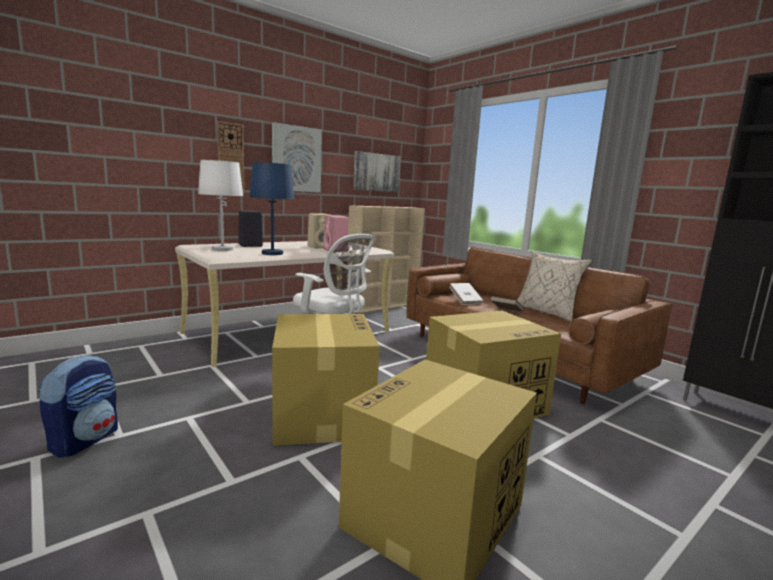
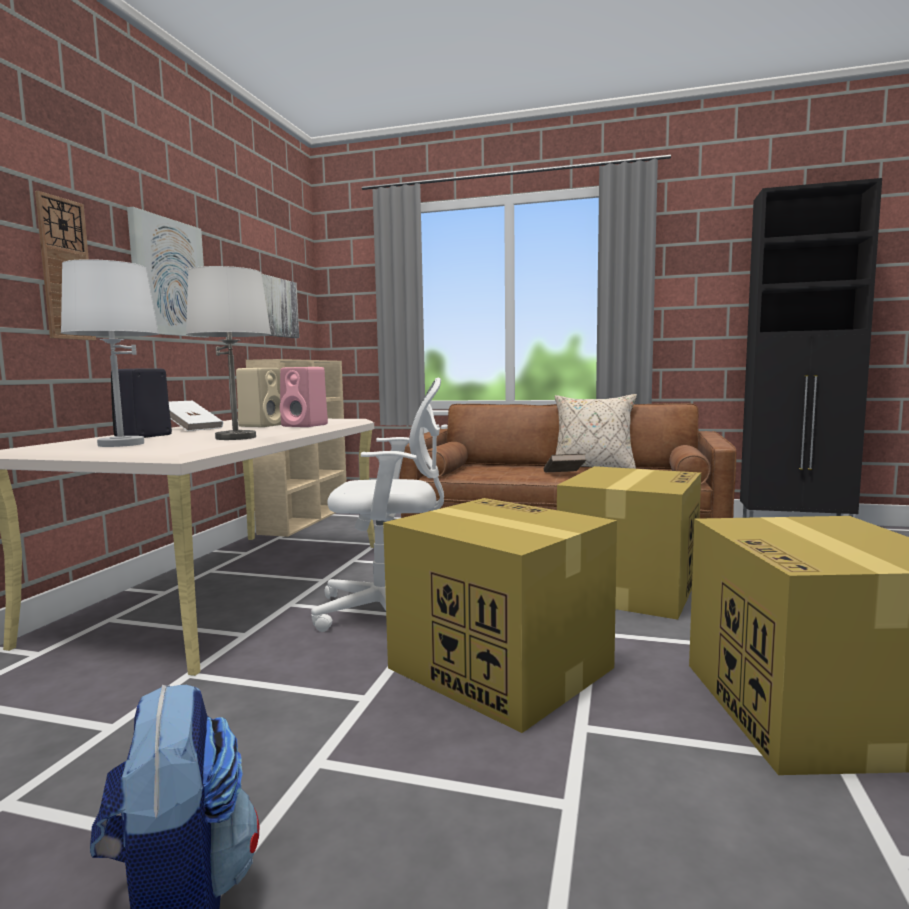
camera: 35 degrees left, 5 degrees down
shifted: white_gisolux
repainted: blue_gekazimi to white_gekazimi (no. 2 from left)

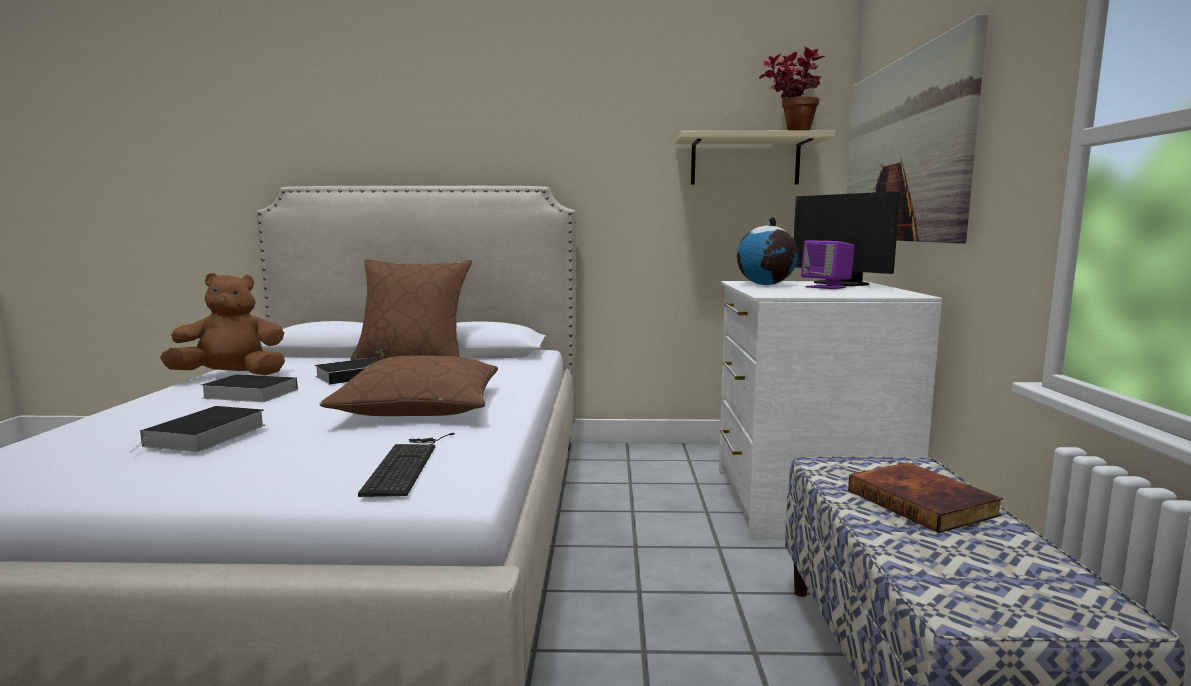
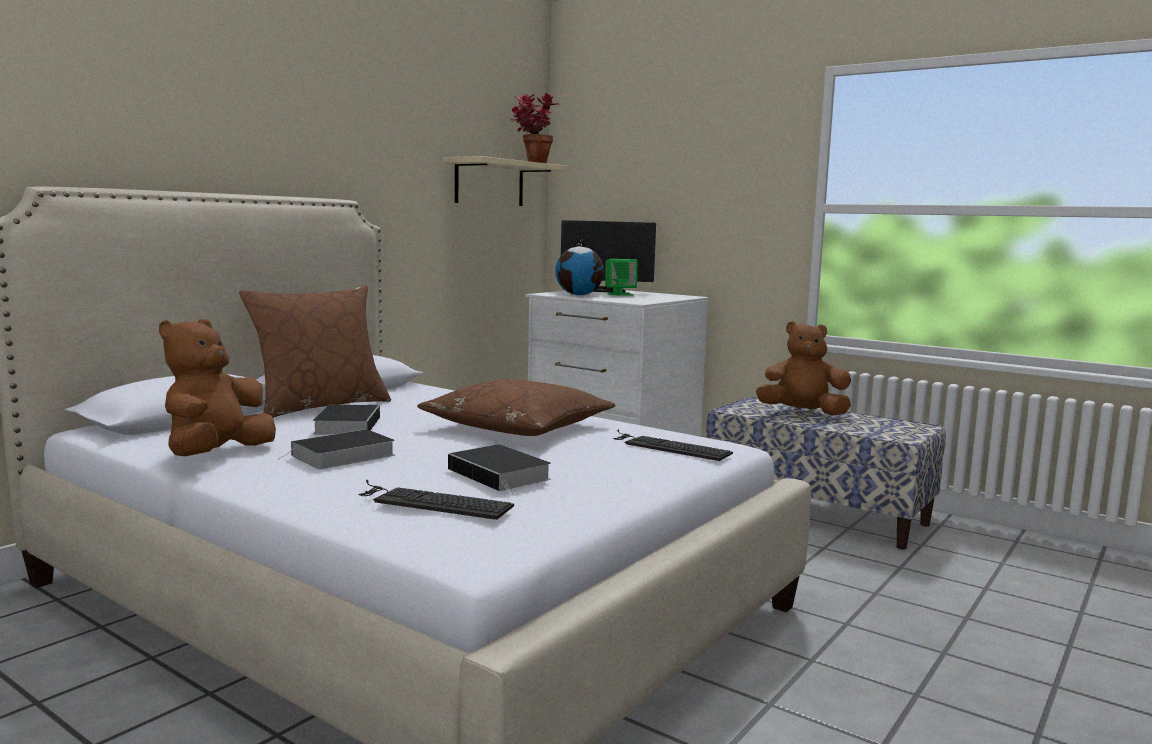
camera: 55 degrees left, 0 degrees up
gone: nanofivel
new: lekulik (no. 1 from left)
swapped: gisolux (no. 4 from left) to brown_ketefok (no. 2 from left)
repainted: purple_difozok to green_difozok

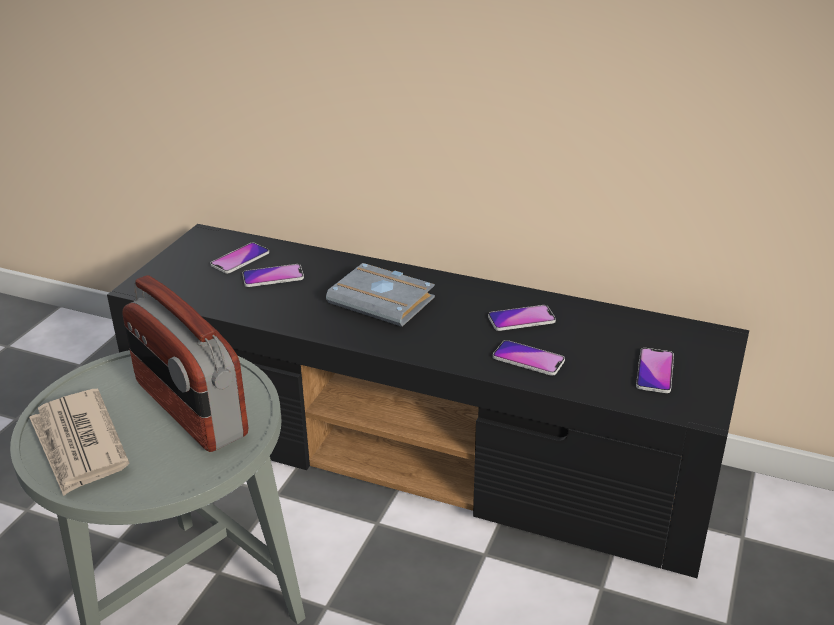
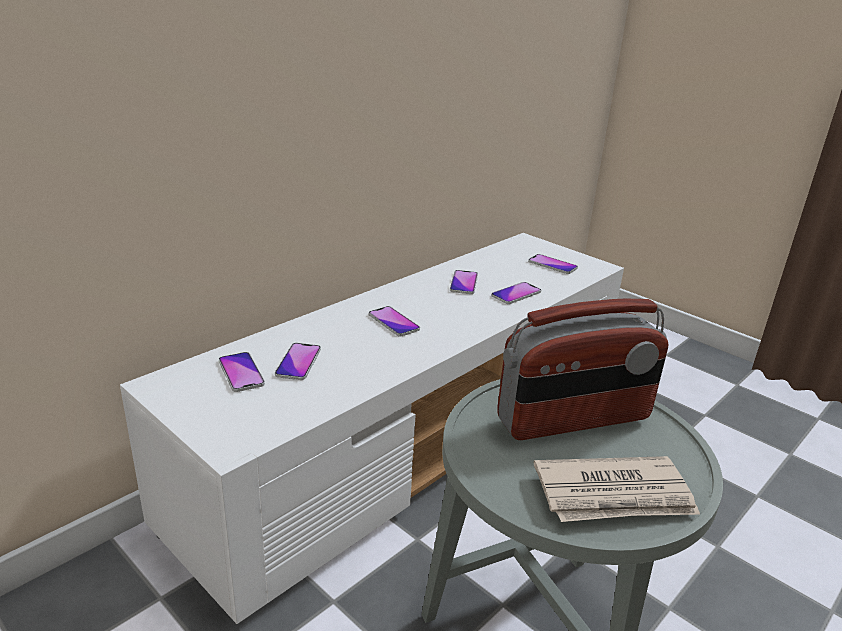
camera: 70 degrees left, 5 degrees down
swapped: grey_gisolux to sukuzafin (no. 3 from left)
repainted: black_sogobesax to white_sogobesax

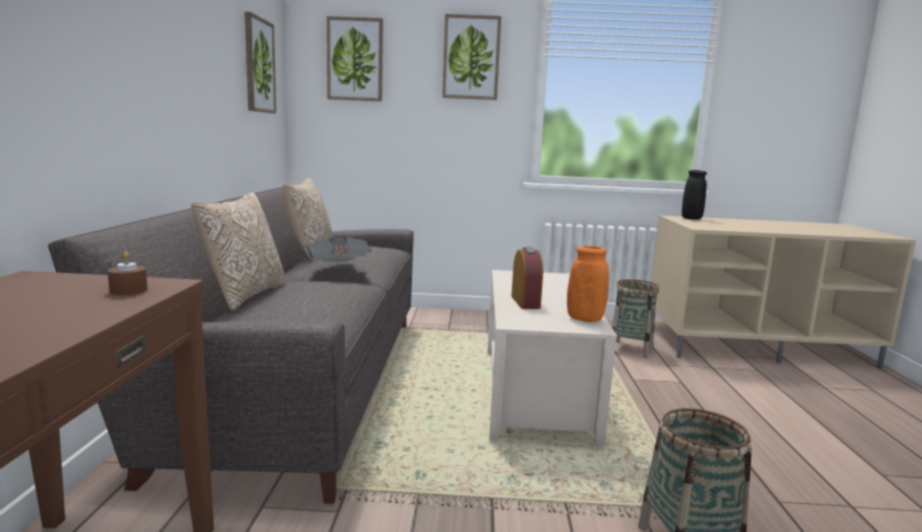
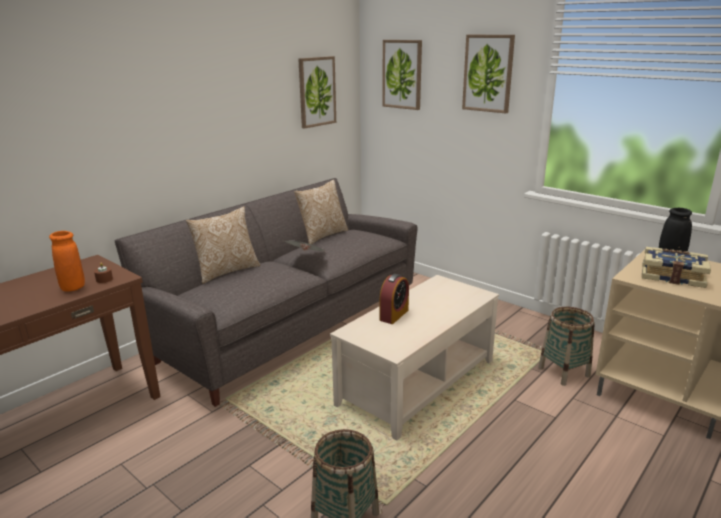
camera: 40 degrees right, 10 degrees up
new: gisolux
shifted: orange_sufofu

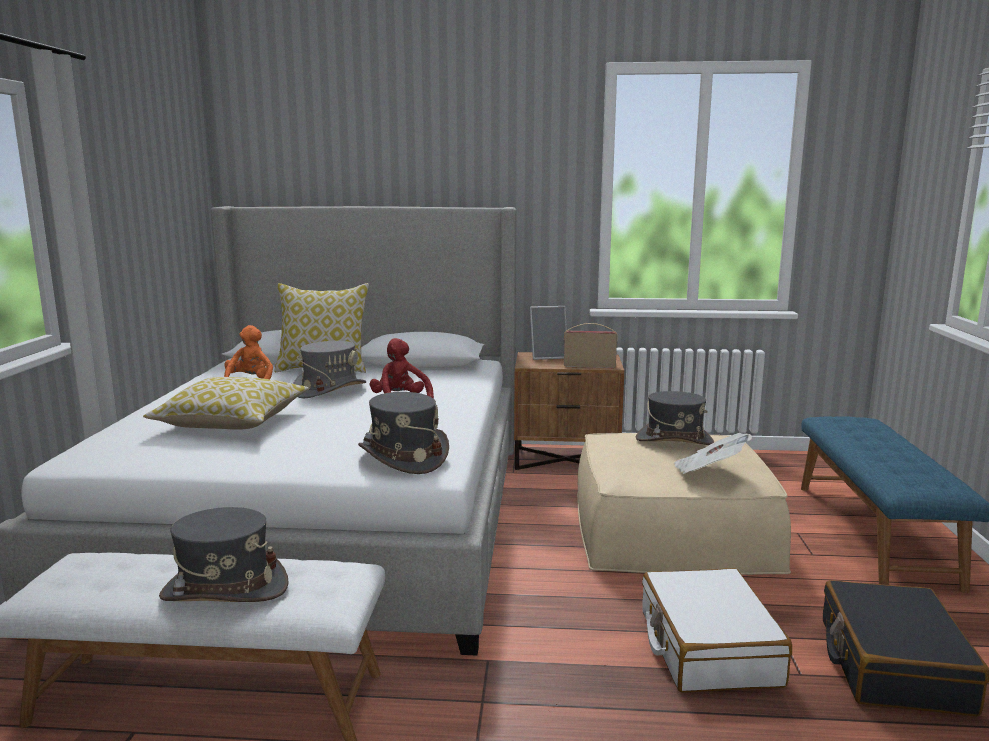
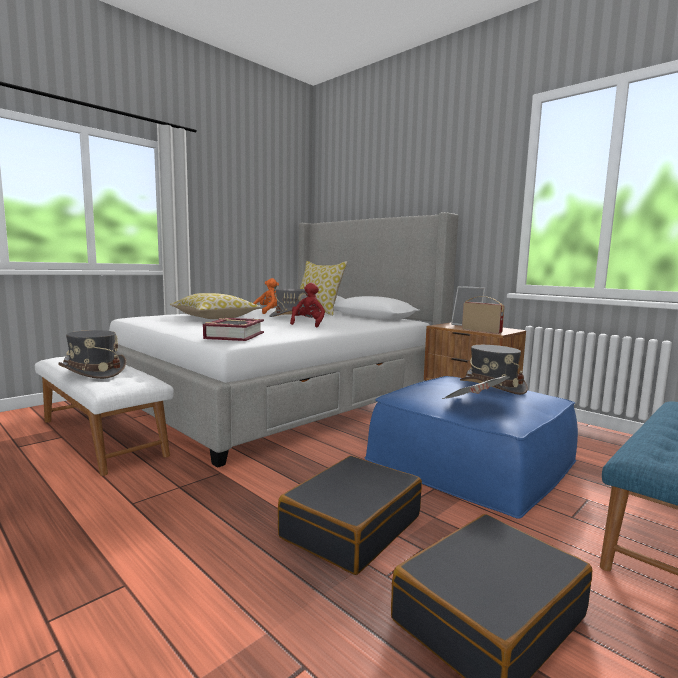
camera: 40 degrees right, 5 degrees down
swapped: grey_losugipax (no. 3 from left) to gisolux
repainted: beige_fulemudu to blue_fulemudu; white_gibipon to black_gibipon (no. 1 from left)

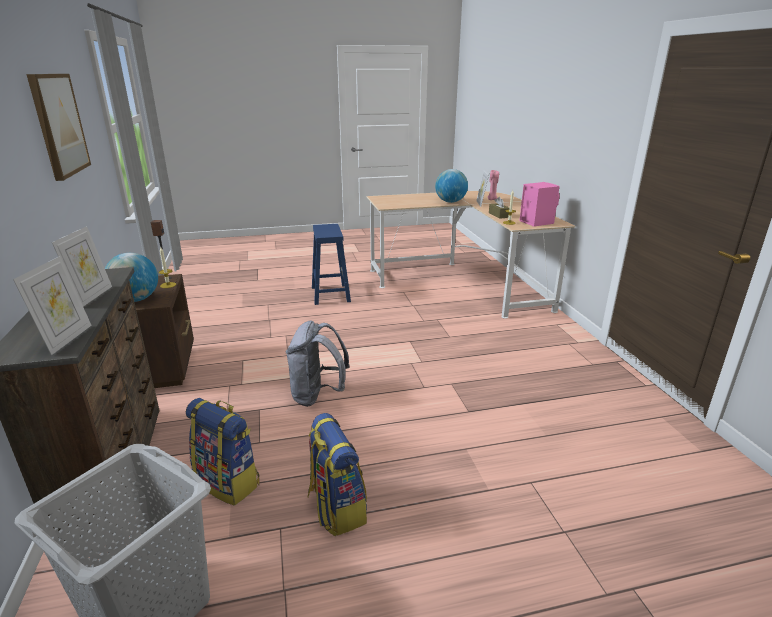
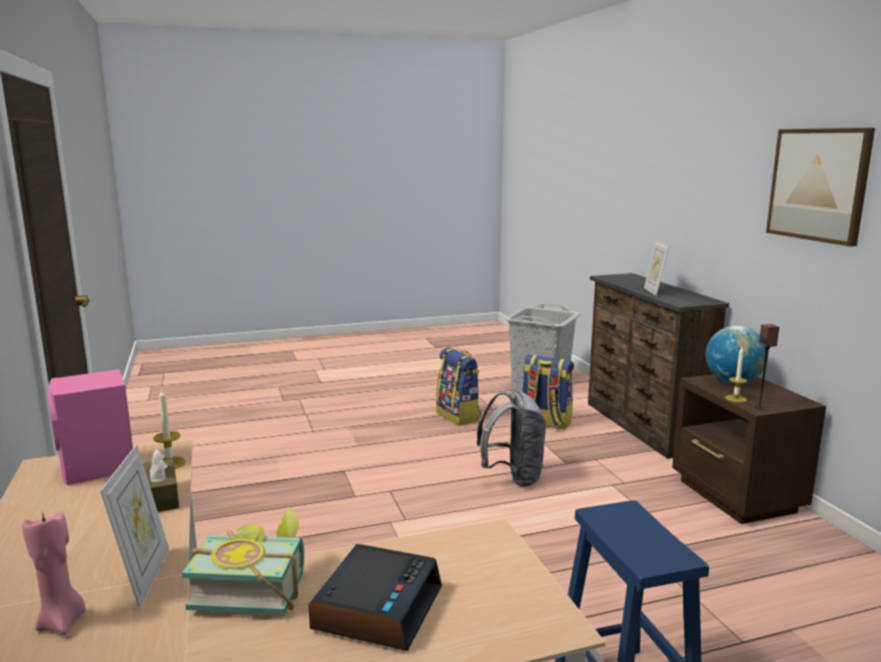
camera: 175 degrees right, 10 degrees down
gone: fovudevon (no. 1 from left)
new: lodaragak
swapped: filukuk (no. 2 from left) to gisolux

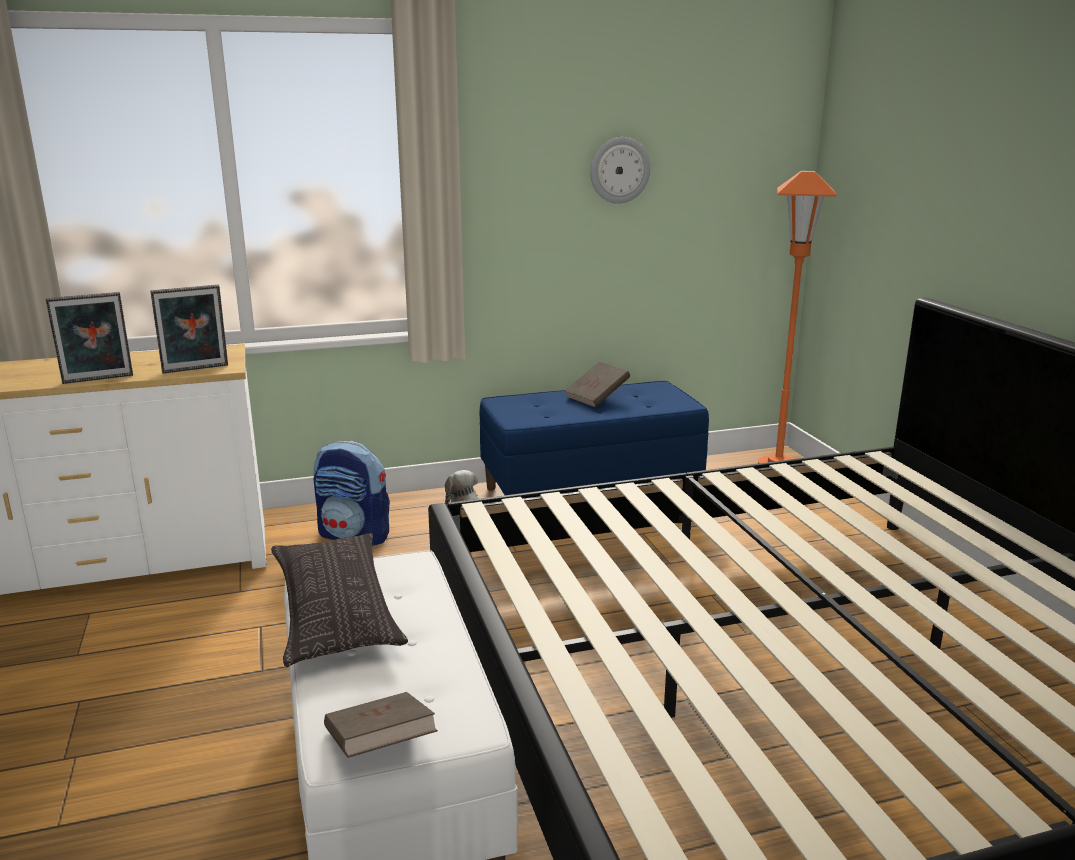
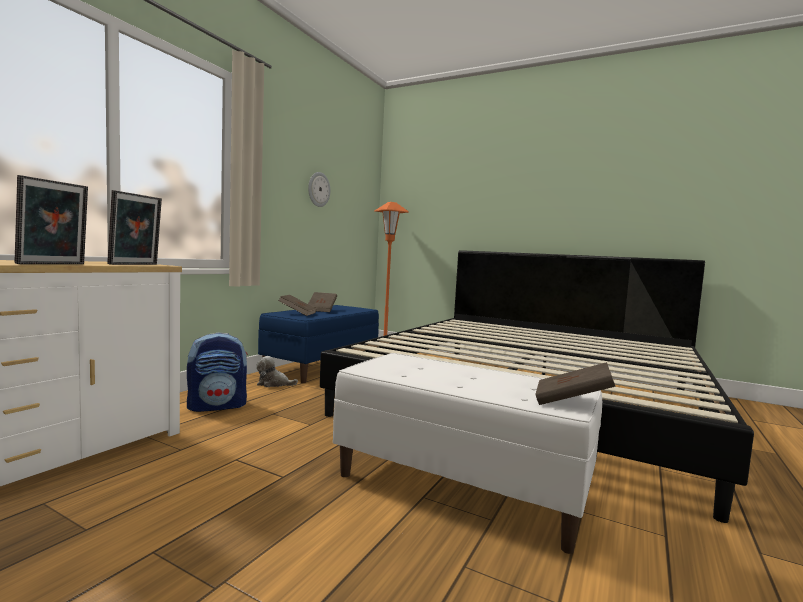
camera: 45 degrees left, 15 degrees down
gone: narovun
new: brown_gisolux (no. 1 from left)

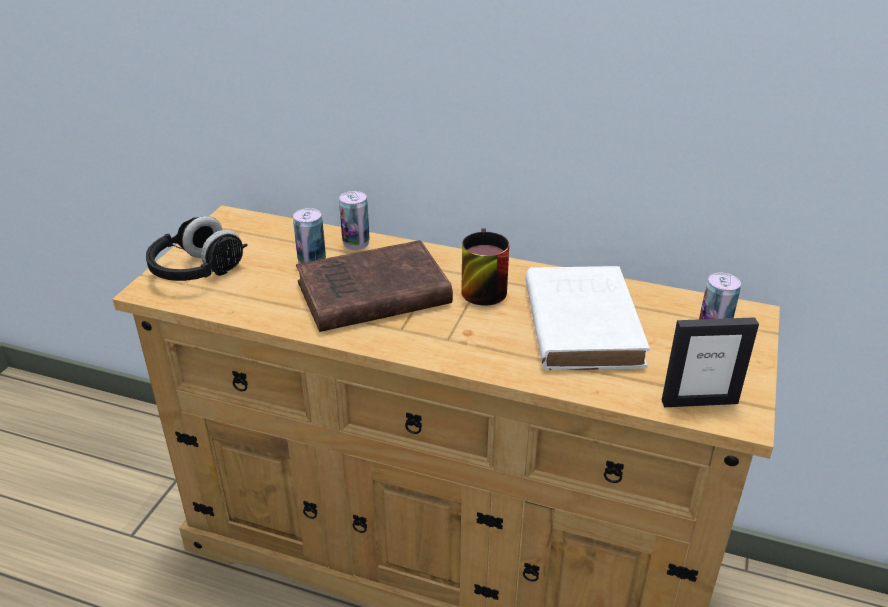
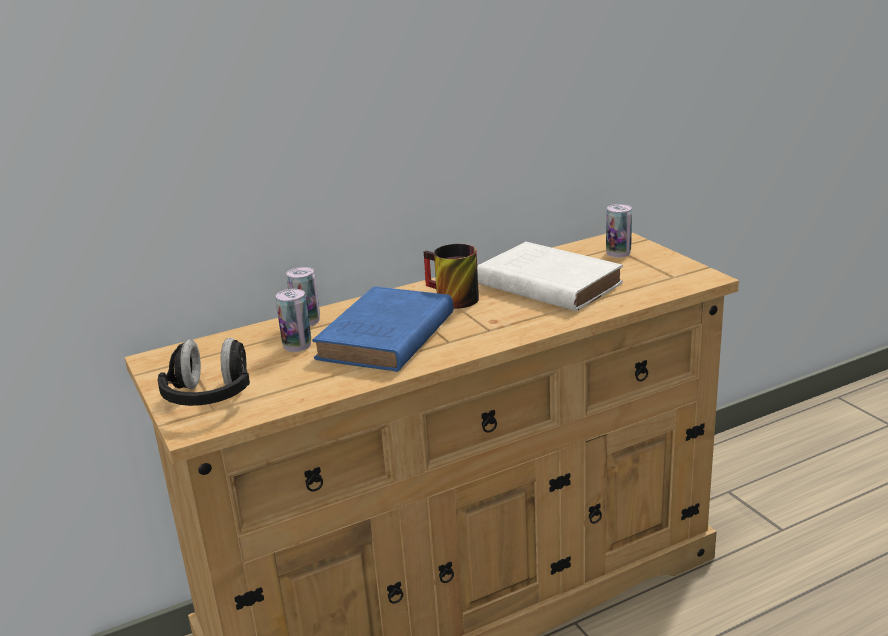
camera: 45 degrees left, 10 degrees down
gone: fovudevon
repainted: brown_gisolux to blue_gisolux

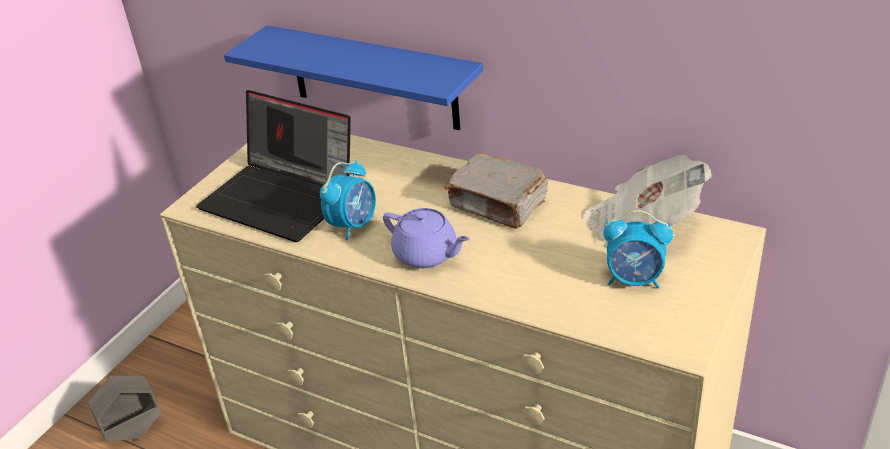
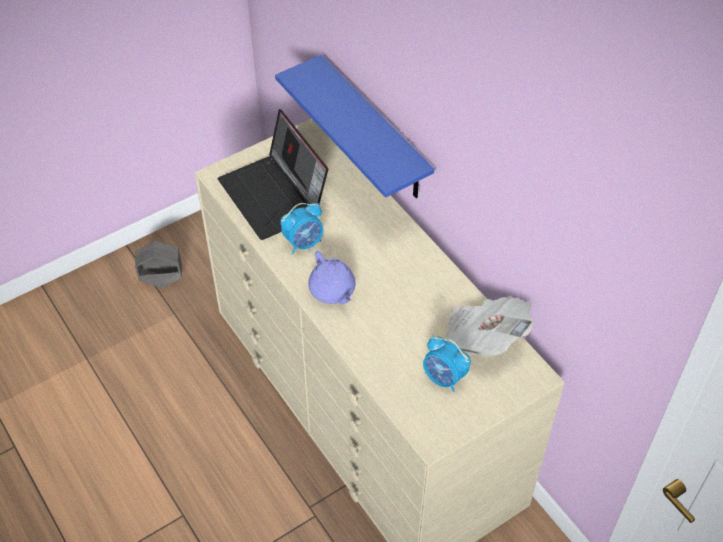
camera: 25 degrees right, 15 degrees up
gone: grey_gisolux

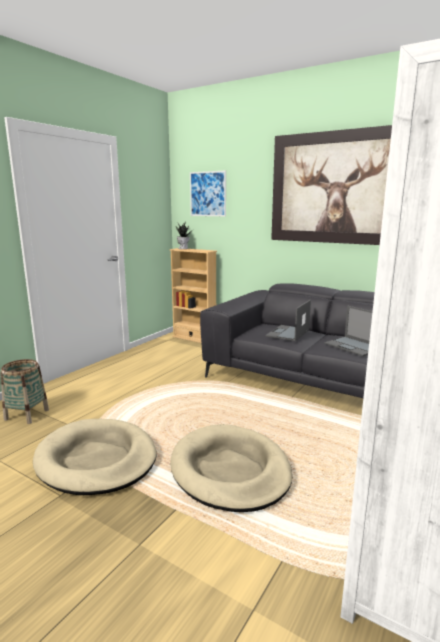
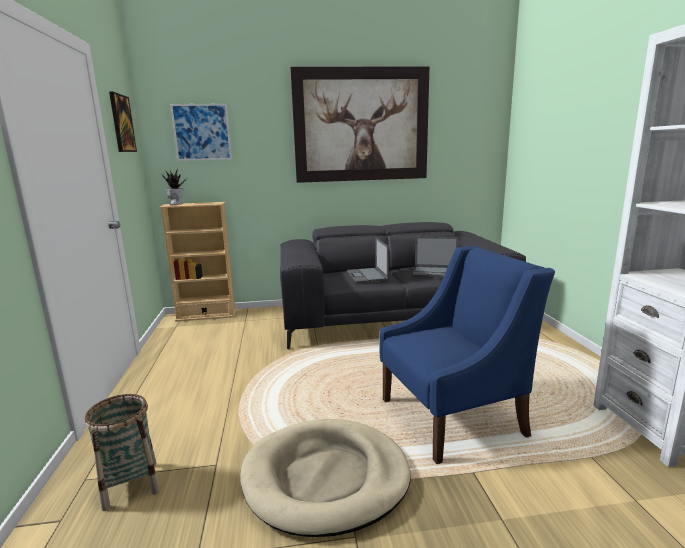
camera: 40 degrees left, 0 degrees up
new: nanofivel (no. 1 from left)
swapped: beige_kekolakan (no. 2 from left) to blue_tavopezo

